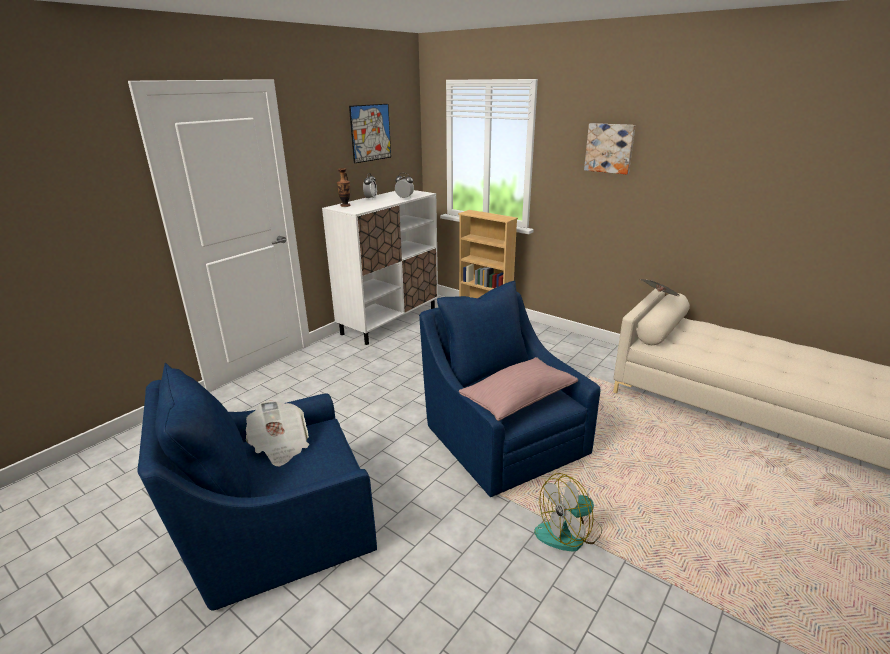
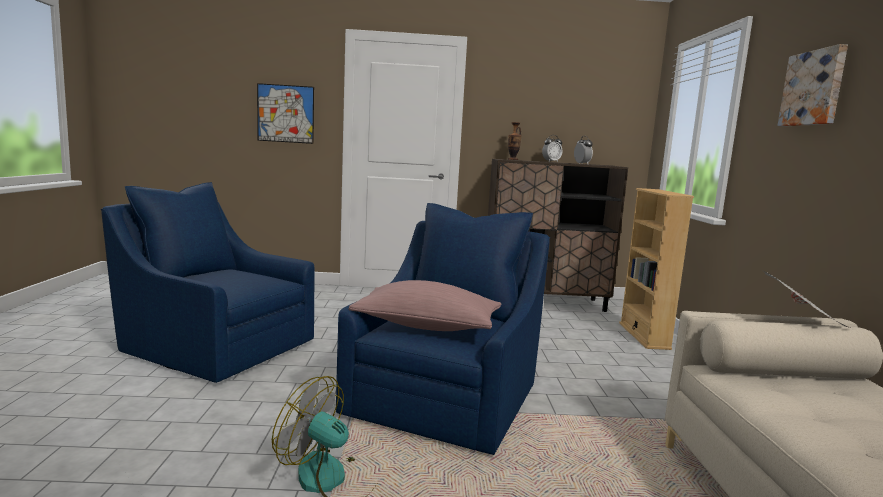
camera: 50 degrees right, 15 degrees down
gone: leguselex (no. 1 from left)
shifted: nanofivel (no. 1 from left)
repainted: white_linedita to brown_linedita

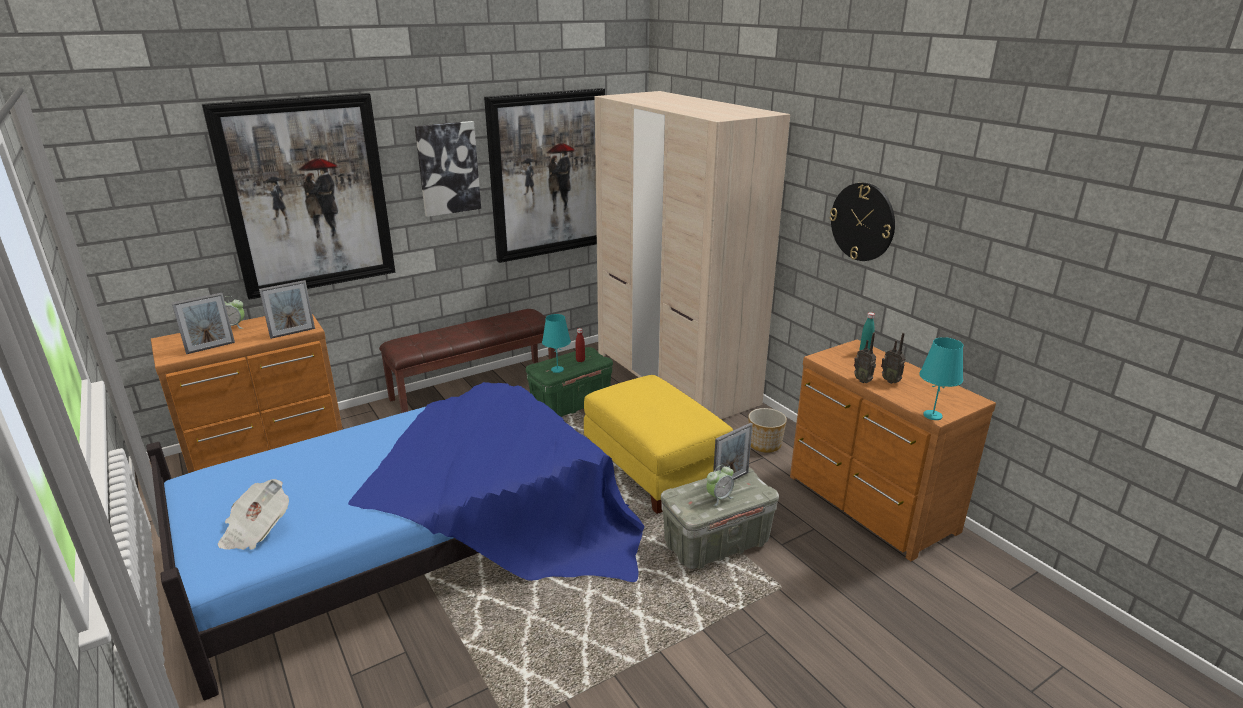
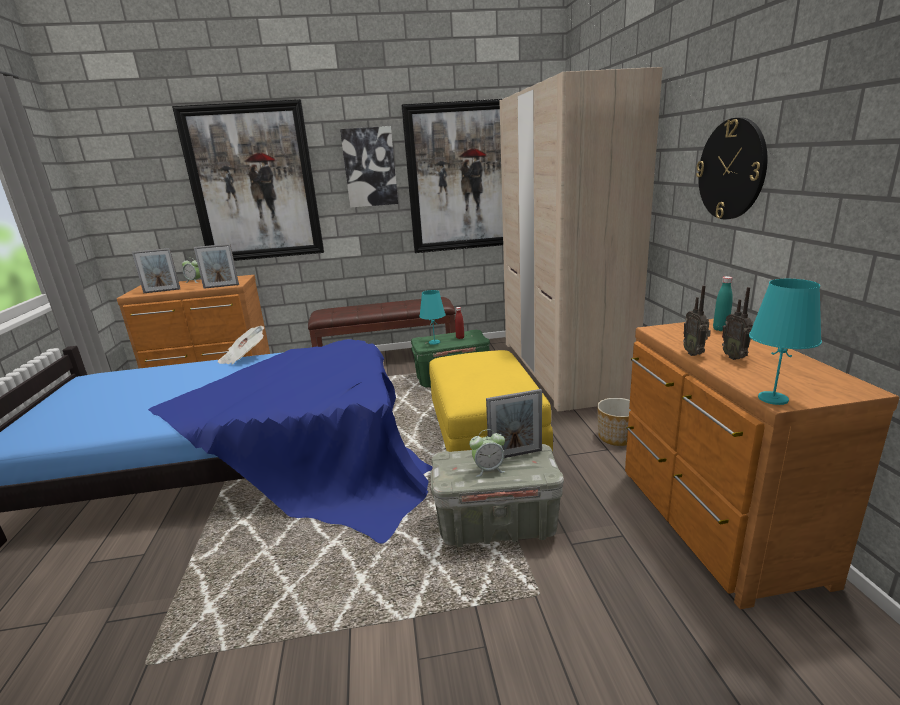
camera: 25 degrees right, 5 degrees down
shifted: leguselex

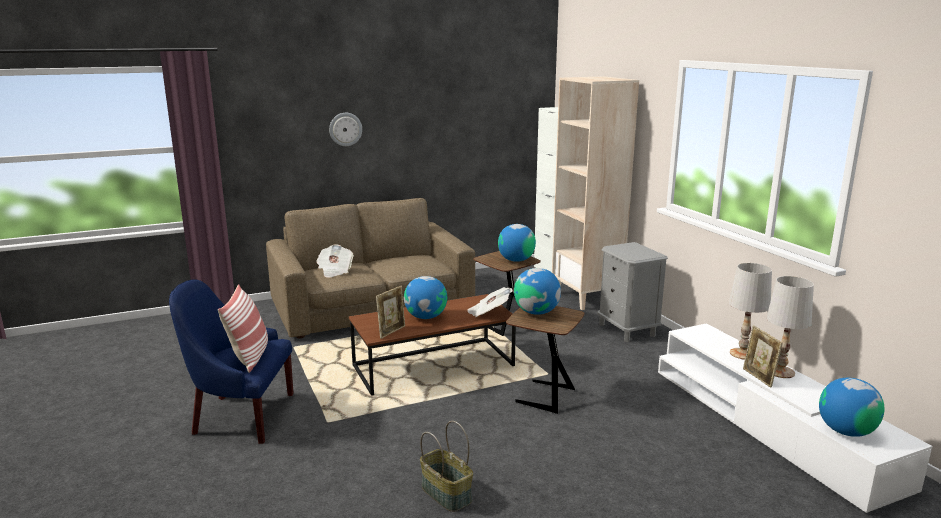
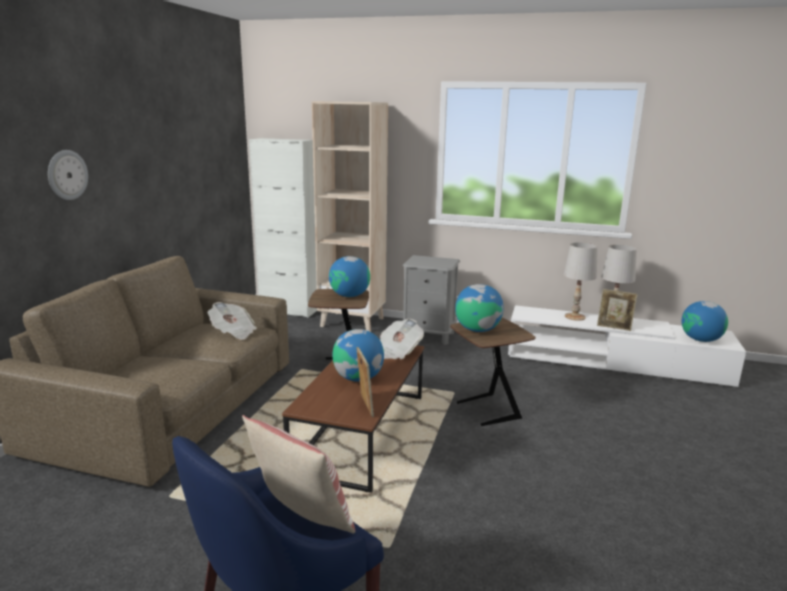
camera: 50 degrees left, 0 degrees up
gone: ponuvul
shifted: leguselex (no. 1 from left)

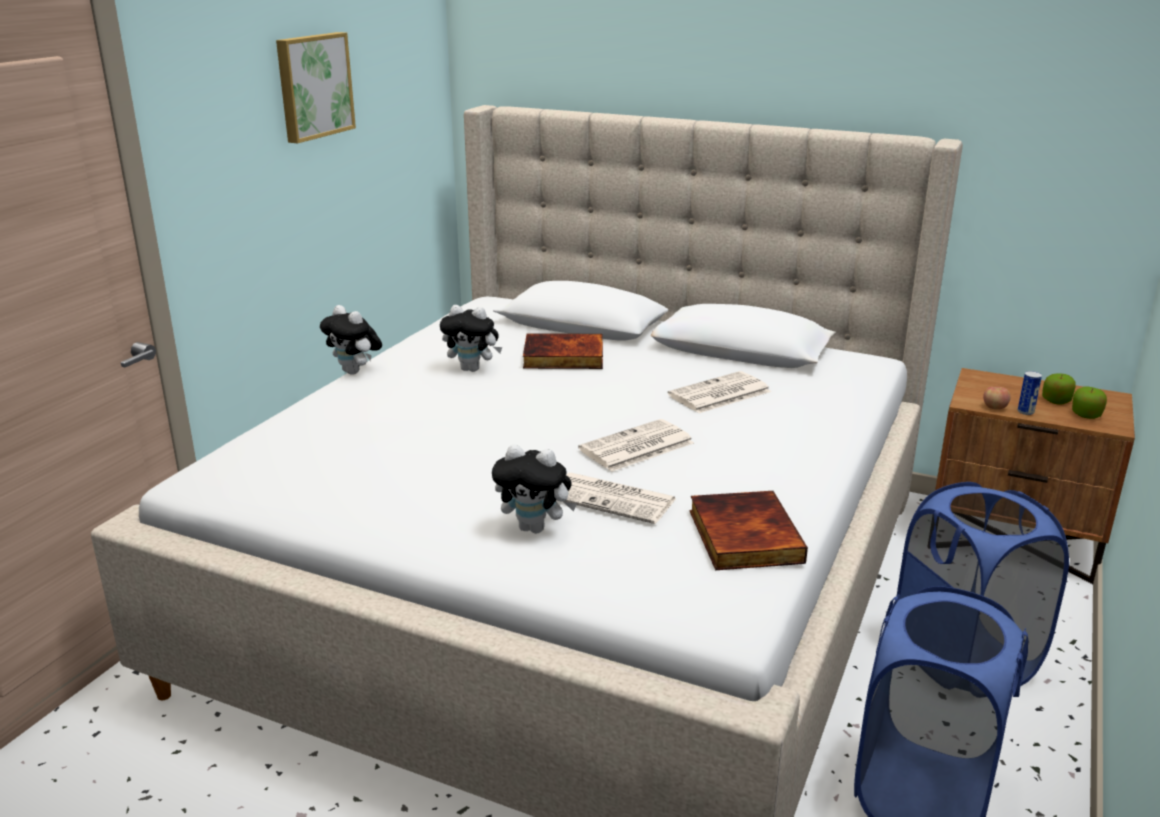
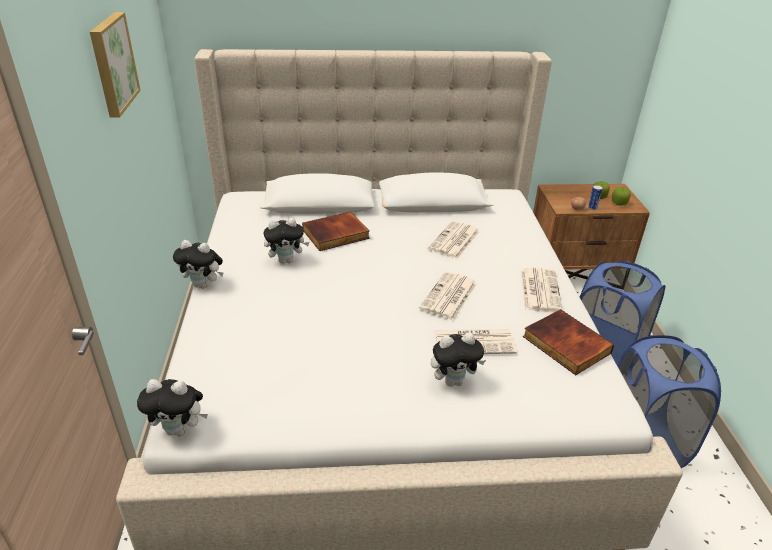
camera: 30 degrees left, 10 degrees up
new: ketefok (no. 1 from left); leguselex (no. 4 from left)

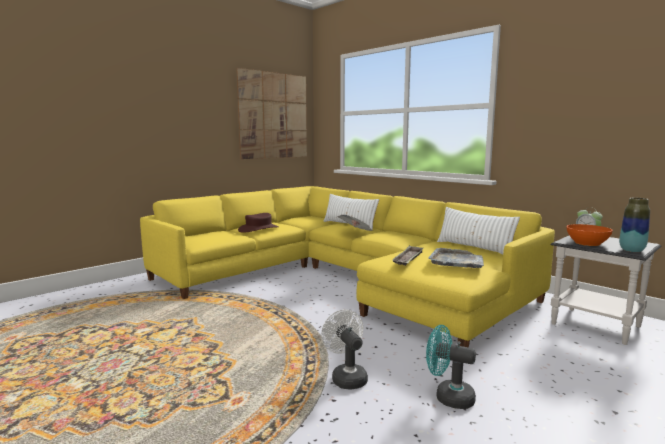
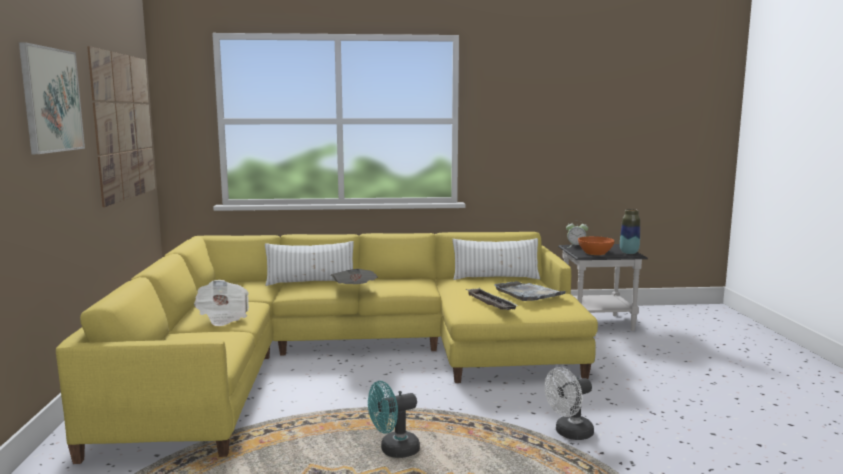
camera: 50 degrees left, 0 degrees up
new: nanofivel (no. 1 from left)
shifted: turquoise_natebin
swapped: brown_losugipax to leguselex (no. 1 from left)
rotated: white_natebin 45 degrees counterclockwise

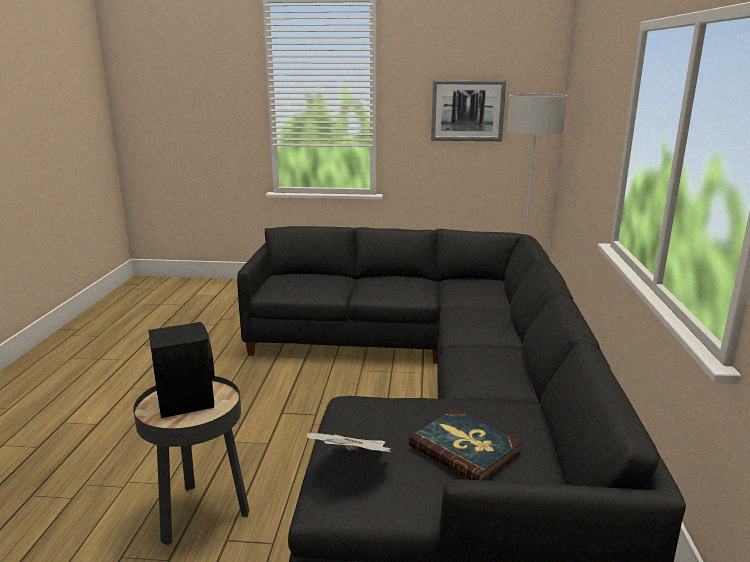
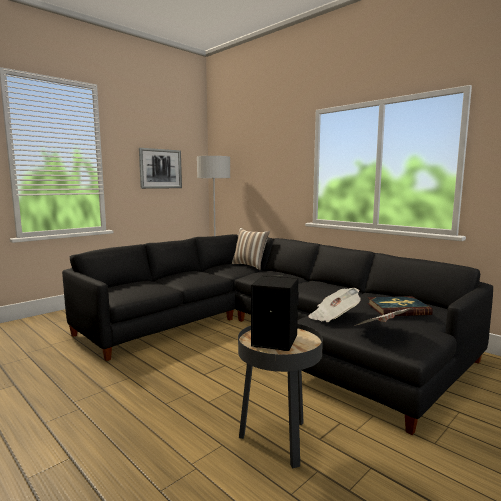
camera: 50 degrees left, 10 degrees down
new: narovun; leguselex (no. 1 from left)

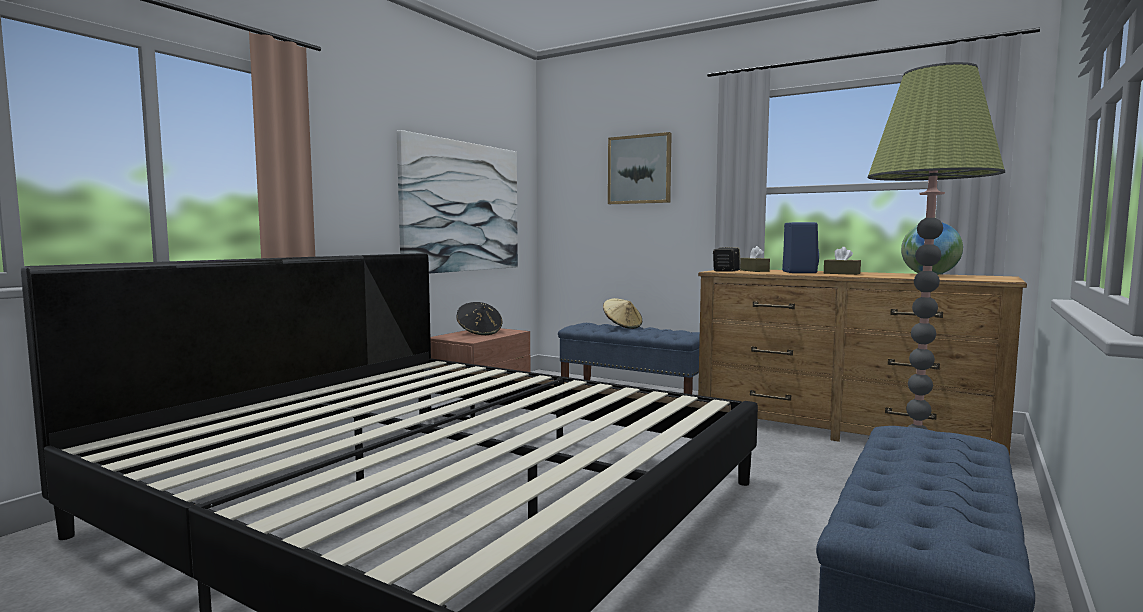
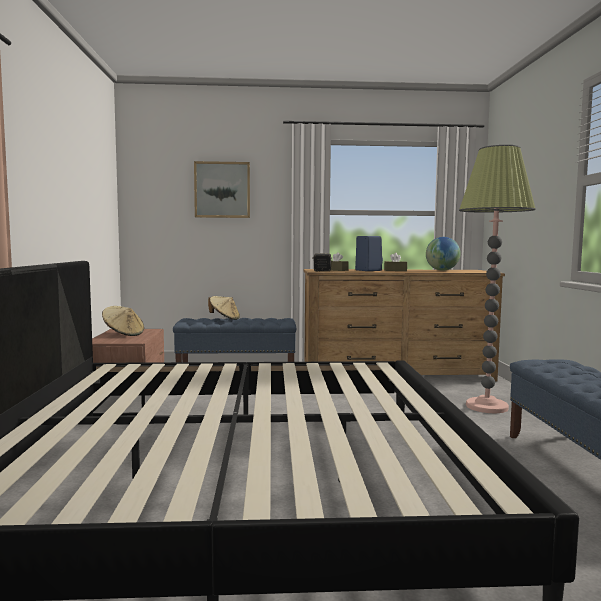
camera: 35 degrees left, 0 degrees up
gone: nanofivel (no. 1 from left)
repainted: black_losugipax to beige_losugipax (no. 1 from left)

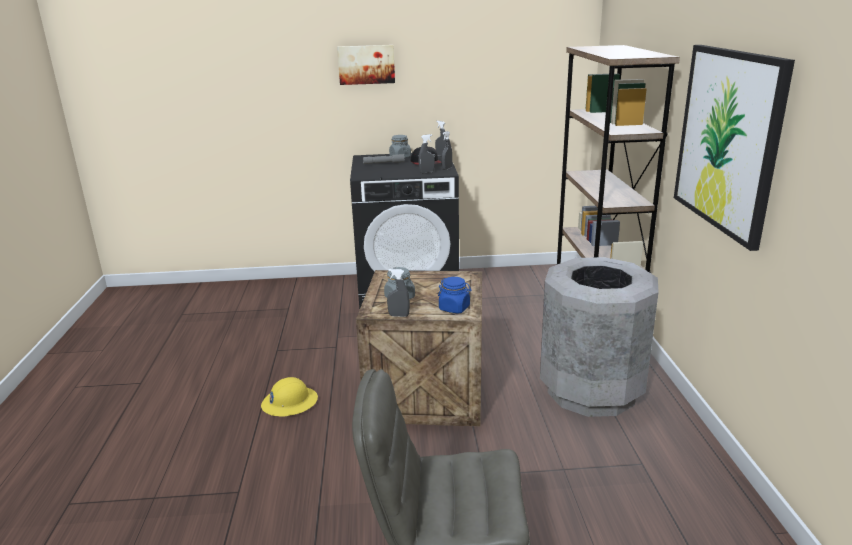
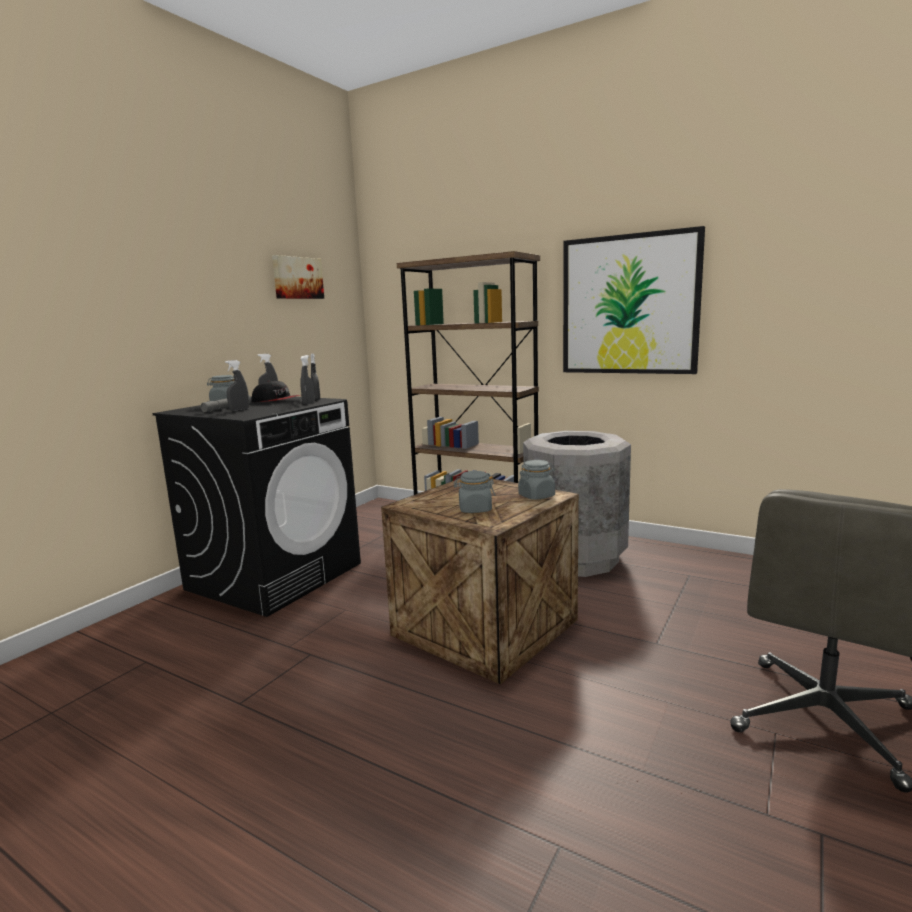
camera: 55 degrees left, 10 degrees down
gone: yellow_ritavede
shifted: nanofivel (no. 1 from left); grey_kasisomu (no. 1 from left)
repainted: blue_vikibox to grey_vikibox (no. 3 from left)

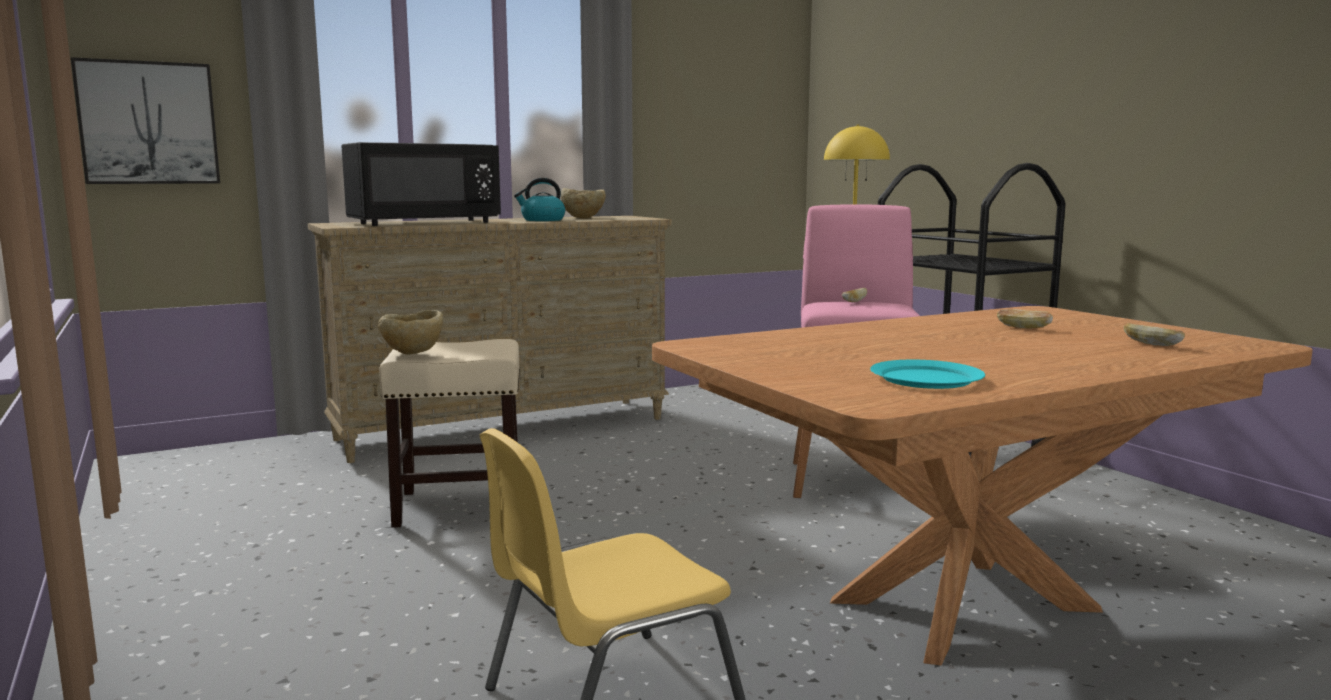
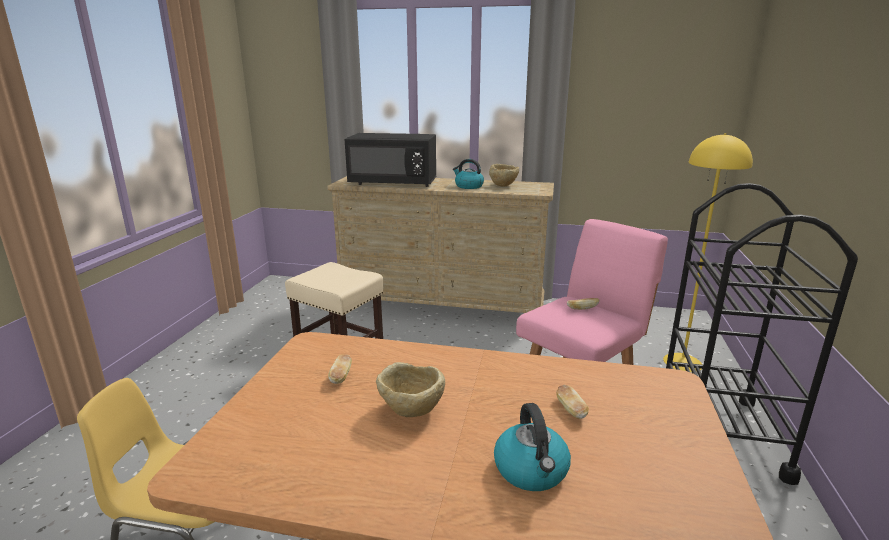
camera: 40 degrees right, 10 degrees up
gone: nanofivel; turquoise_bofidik
new: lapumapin (no. 2 from left)
shifted: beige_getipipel (no. 1 from left); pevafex (no. 3 from left in the first image) to pevafex (no. 1 from left)

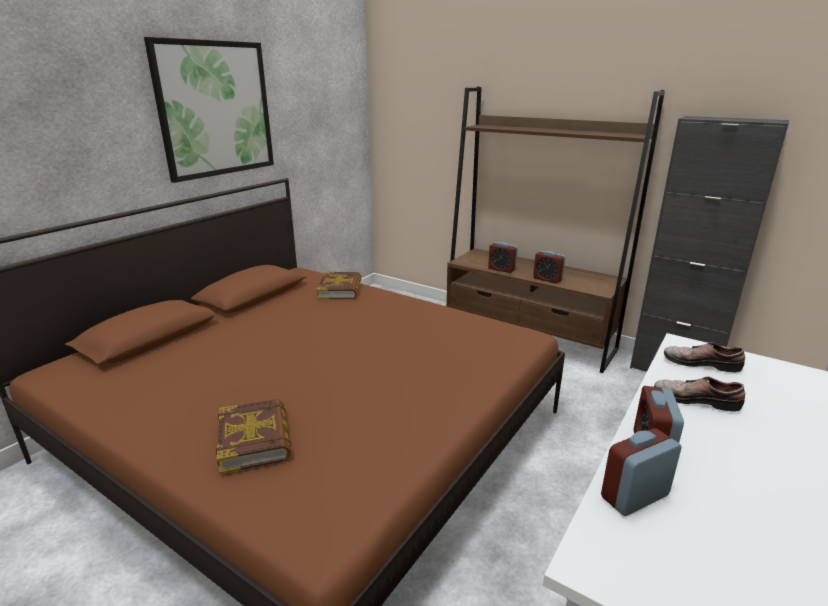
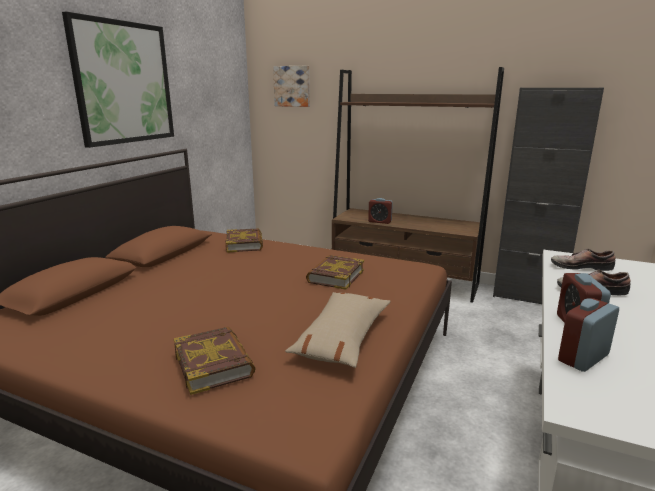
camera: 10 degrees left, 5 degrees down
gone: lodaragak (no. 2 from left)
new: nanofivel (no. 2 from left); beige_narovun; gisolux (no. 3 from left)

